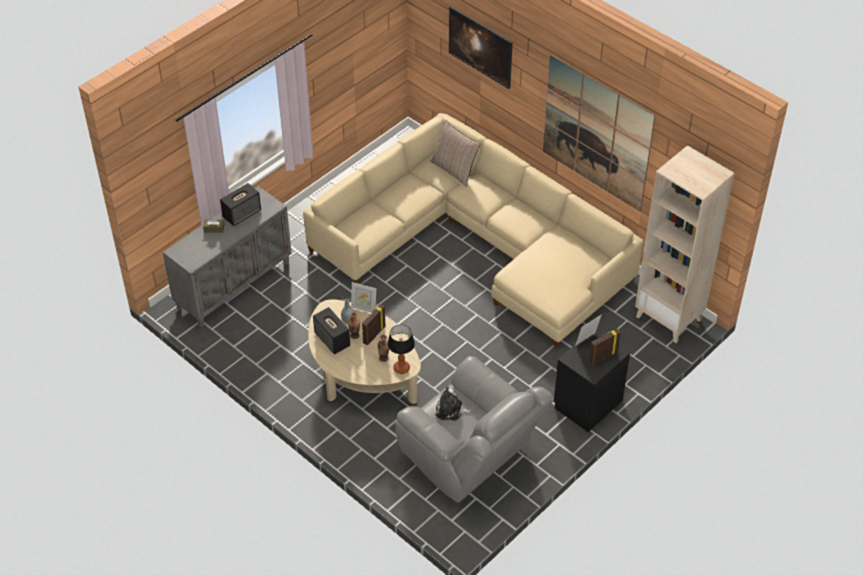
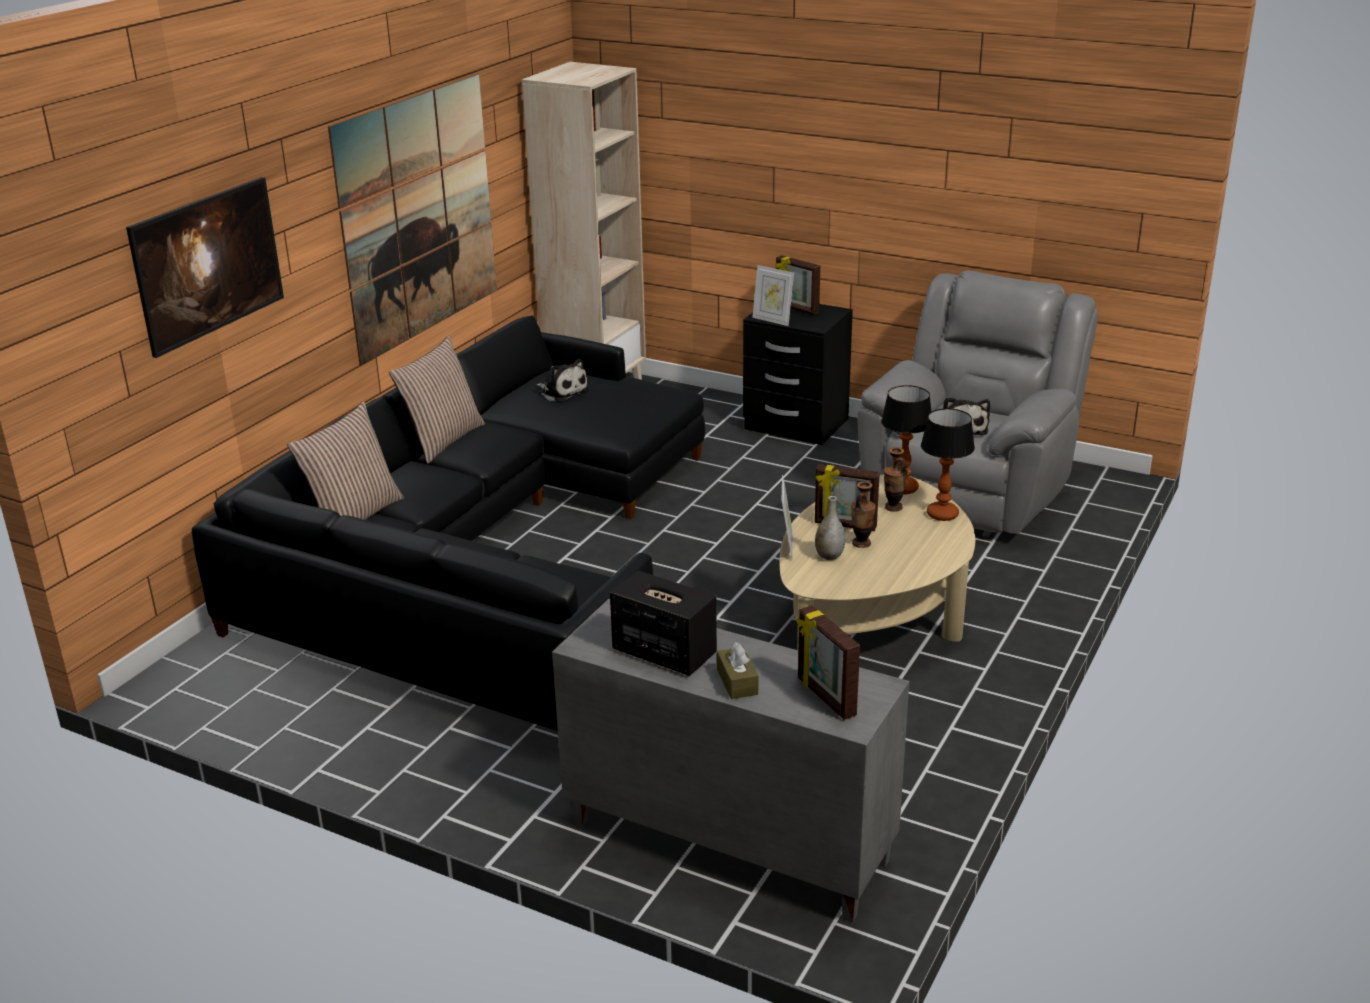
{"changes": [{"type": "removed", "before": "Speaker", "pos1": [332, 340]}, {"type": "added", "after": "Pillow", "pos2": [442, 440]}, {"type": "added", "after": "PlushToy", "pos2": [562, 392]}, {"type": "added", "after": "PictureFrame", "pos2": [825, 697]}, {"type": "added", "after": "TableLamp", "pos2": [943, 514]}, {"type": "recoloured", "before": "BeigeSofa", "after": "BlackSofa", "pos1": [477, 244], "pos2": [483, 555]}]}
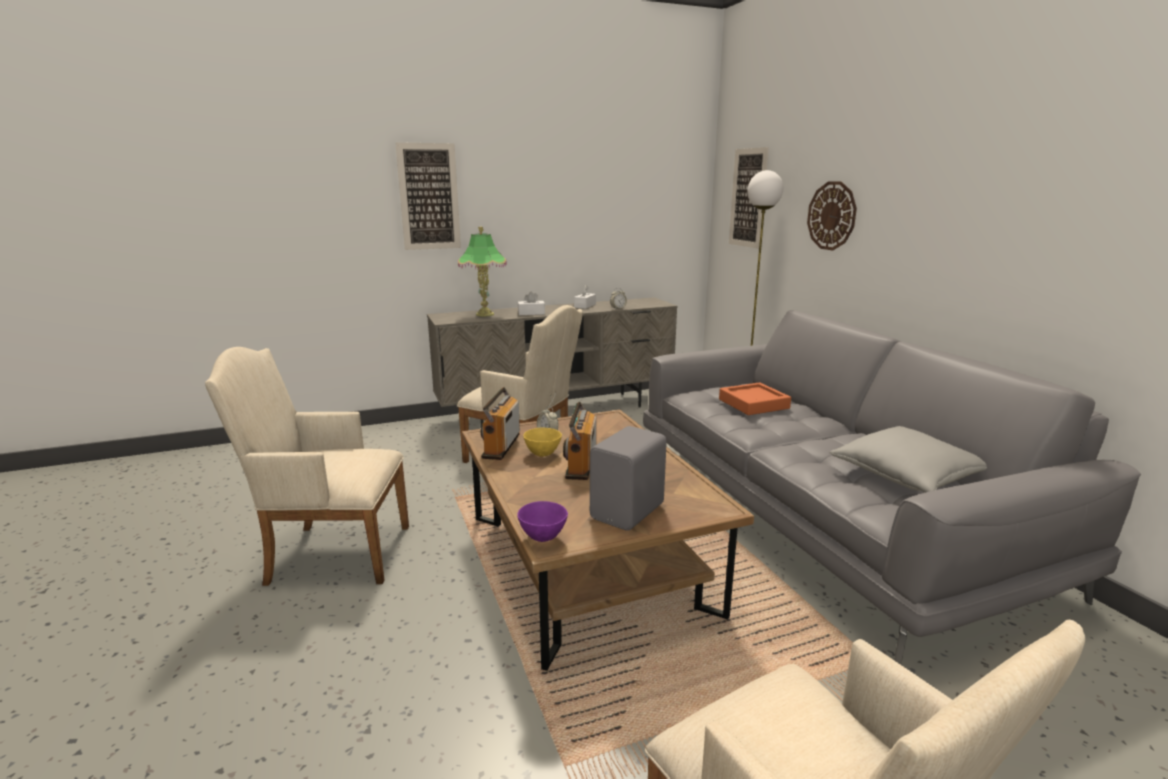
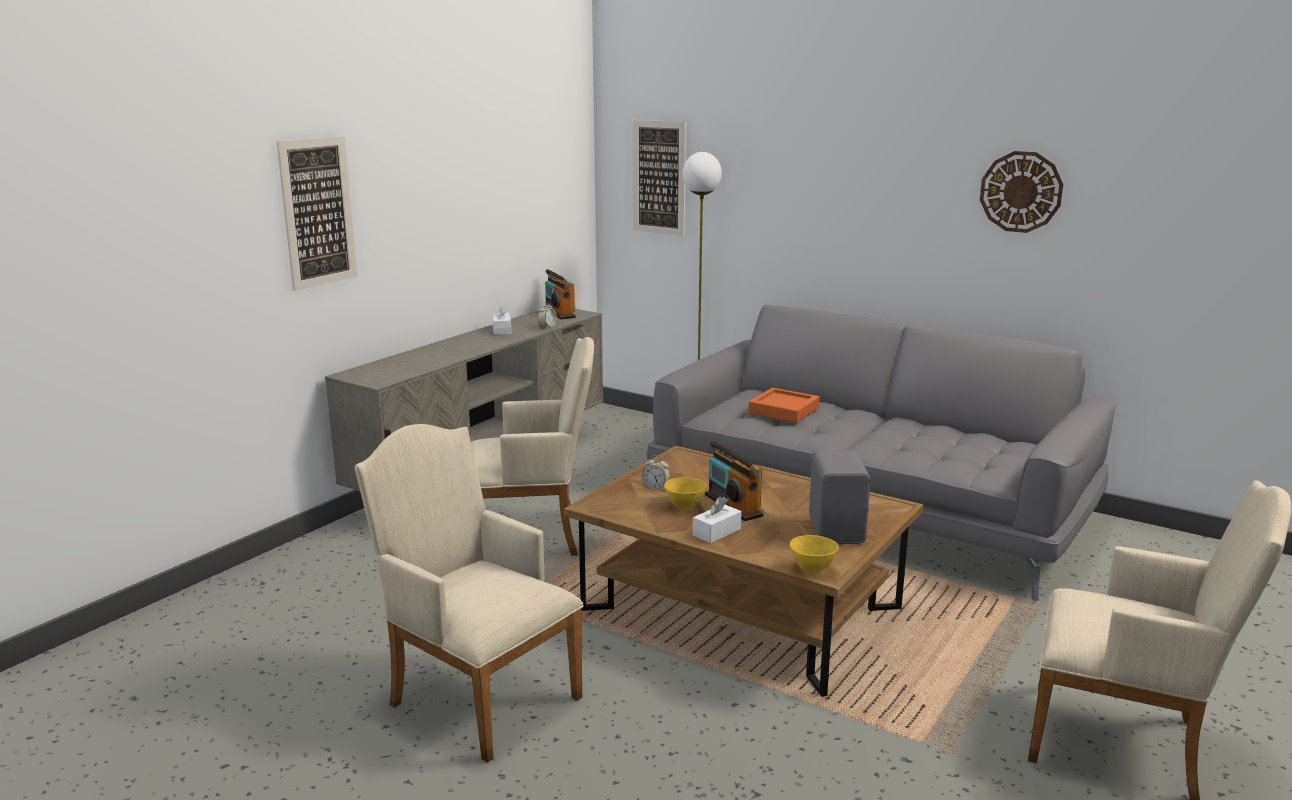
{"changes": [{"type": "removed", "before": "TableLamp", "pos1": [485, 314]}, {"type": "removed", "before": "GreyPillow", "pos1": [908, 476]}, {"type": "moved", "before": "Radio", "pos1": [501, 446], "pos2": [559, 313]}, {"type": "moved", "before": "WhiteTissueBox", "pos1": [531, 313], "pos2": [716, 532]}, {"type": "moved", "before": "WallClock", "pos1": [831, 216], "pos2": [1021, 192]}, {"type": "recoloured", "before": "PurpleBowl", "after": "YellowBowl", "pos1": [543, 537], "pos2": [812, 569]}, {"type": "turned", "before": "BeigeArmchair", "pos1": [331, 553], "pos2": [478, 696], "turn": 75}]}
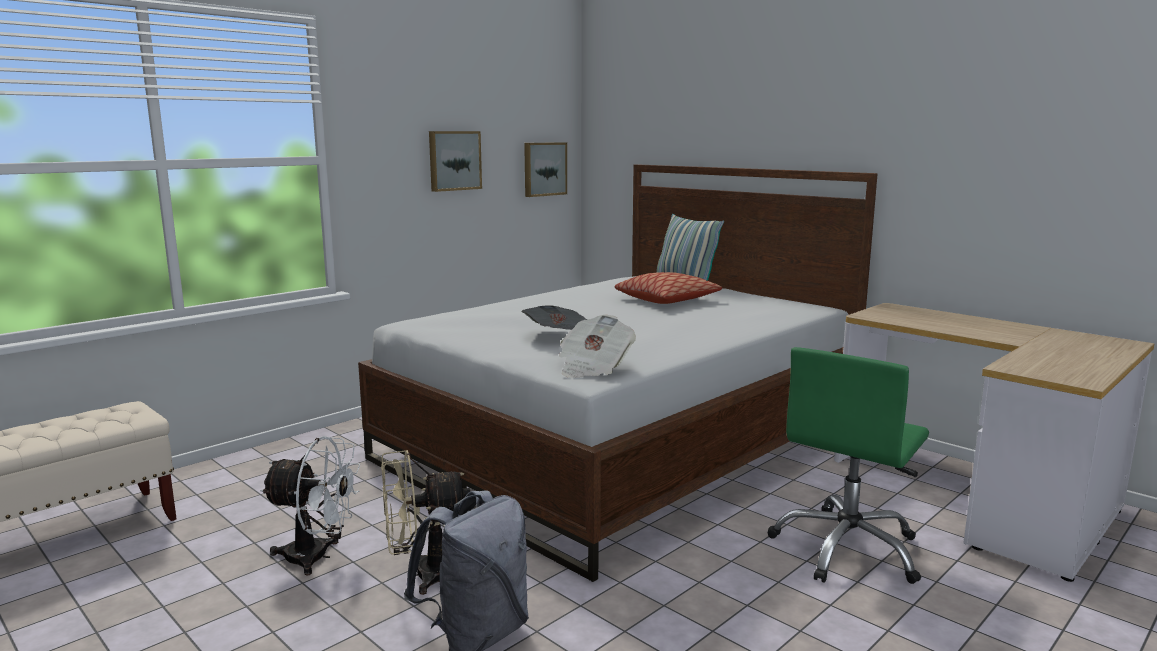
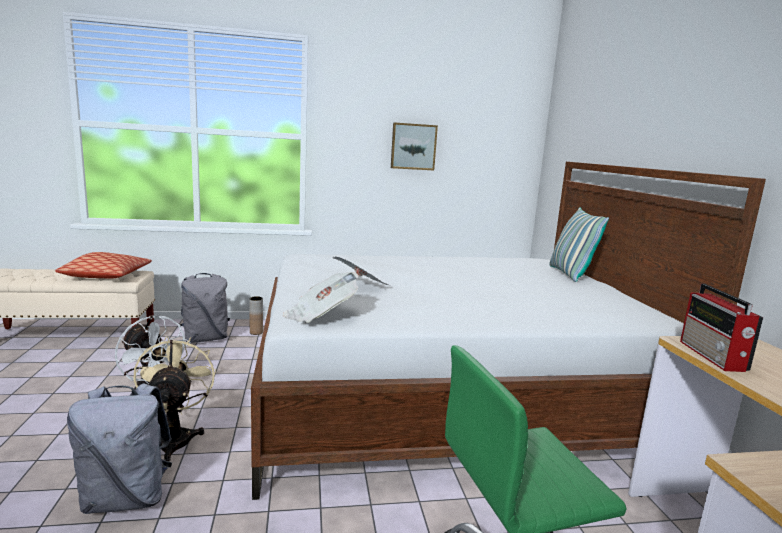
{"changes": [{"type": "removed", "before": "Picture", "pos1": [544, 169]}, {"type": "added", "after": "GreyBackpack", "pos2": [205, 339]}, {"type": "added", "after": "BrownVase", "pos2": [256, 332]}, {"type": "added", "after": "Radio", "pos2": [713, 356]}, {"type": "moved", "before": "Pillow", "pos1": [667, 300], "pos2": [107, 275]}, {"type": "turned", "before": "BeigeFan", "pos1": [424, 575], "pos2": [175, 437], "turn": 60}]}
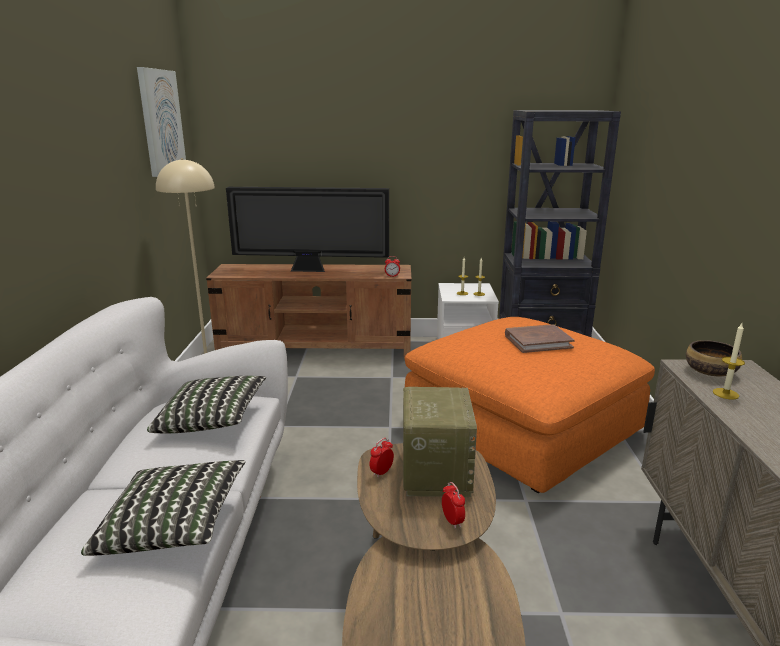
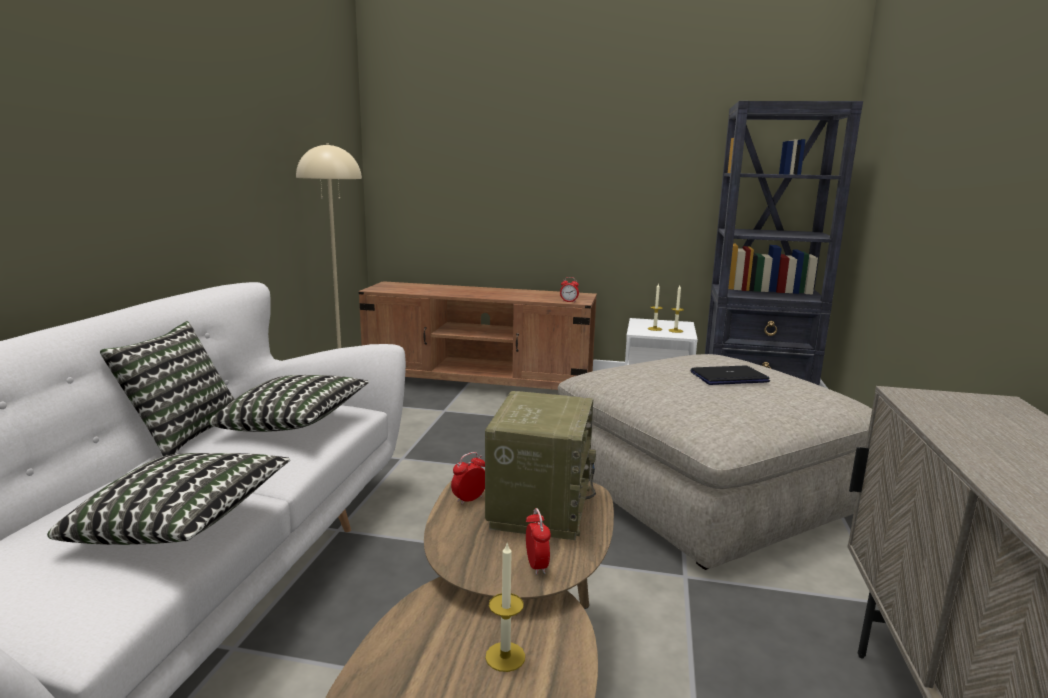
{"changes": [{"type": "removed", "before": "Picture", "pos1": [161, 122]}, {"type": "removed", "before": "Television", "pos1": [311, 270]}, {"type": "removed", "before": "Bowl", "pos1": [711, 371]}, {"type": "added", "after": "Pillow", "pos2": [182, 433]}, {"type": "moved", "before": "Candle", "pos1": [725, 393], "pos2": [505, 656]}, {"type": "replaced", "before": "BrownBook", "after": "Laptop", "pos1": [538, 341], "pos2": [729, 377]}, {"type": "recoloured", "before": "OrangeOttoman", "after": "BeigeOttoman", "pos1": [521, 426], "pos2": [704, 489]}]}
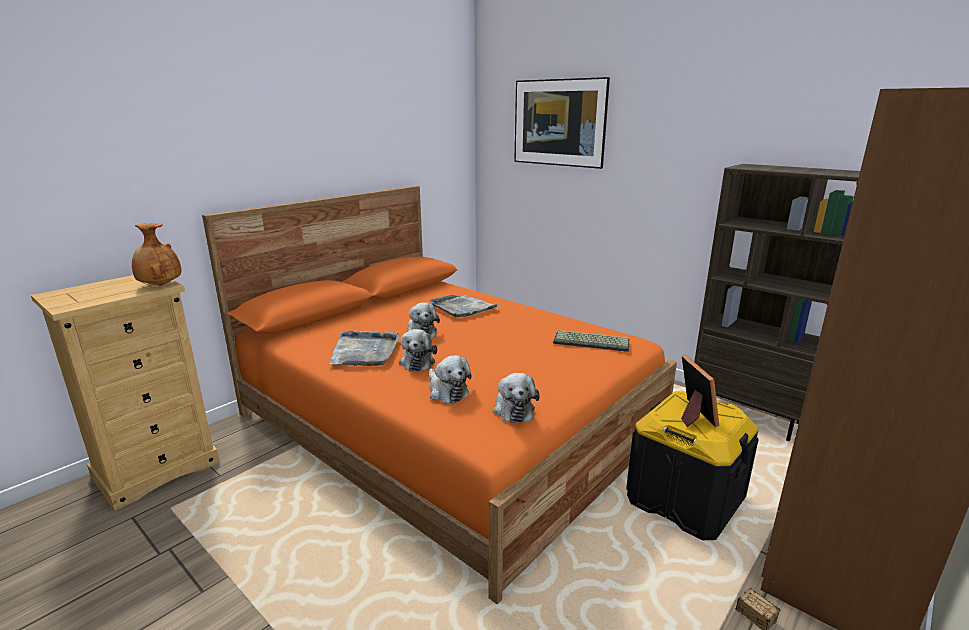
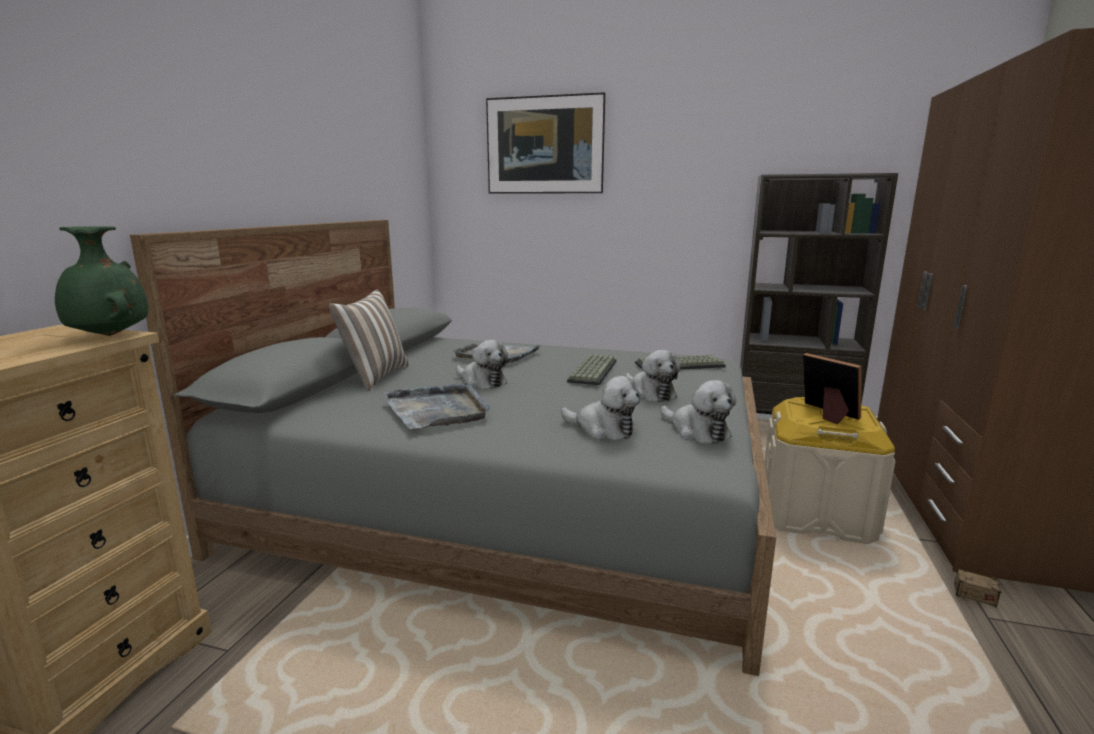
{"changes": [{"type": "added", "after": "Pillow", "pos2": [374, 377]}, {"type": "added", "after": "Keyboard", "pos2": [591, 370]}, {"type": "moved", "before": "PlushToy", "pos1": [417, 361], "pos2": [650, 393]}, {"type": "recoloured", "before": "BrownVase", "after": "GreenVase", "pos1": [159, 285], "pos2": [108, 335]}, {"type": "recoloured", "before": "OrangeBed", "after": "GreyBed", "pos1": [446, 423], "pos2": [510, 501]}, {"type": "recoloured", "before": "BlackStorageBox", "after": "BeigeStorageBox", "pos1": [684, 499], "pos2": [815, 513]}]}
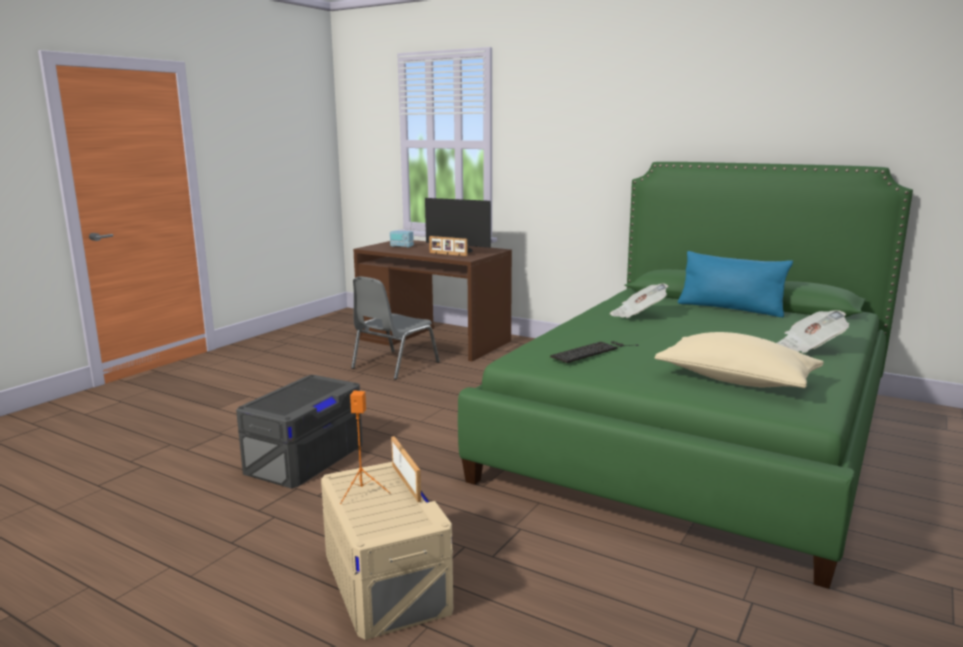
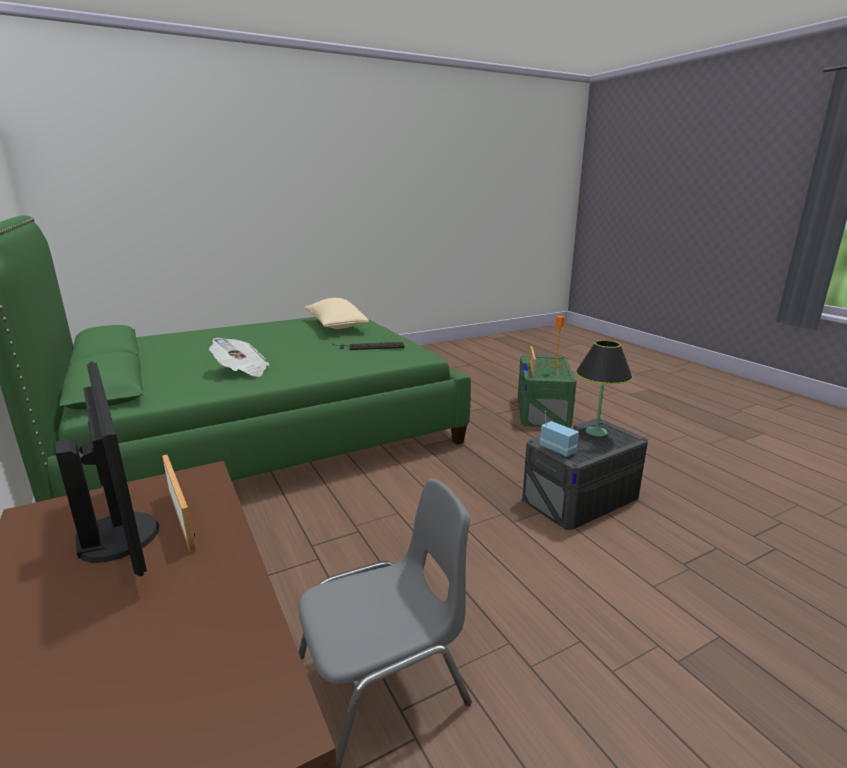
{"changes": [{"type": "removed", "before": "BluePillow", "pos1": [730, 309]}, {"type": "removed", "before": "Newspaper", "pos1": [808, 348]}, {"type": "added", "after": "BlackTableLamp", "pos2": [596, 432]}, {"type": "moved", "before": "Radio", "pos1": [401, 246], "pos2": [558, 450]}, {"type": "recoloured", "before": "BeigeStorageBox", "after": "GreenStorageBox", "pos1": [386, 581], "pos2": [543, 411]}]}
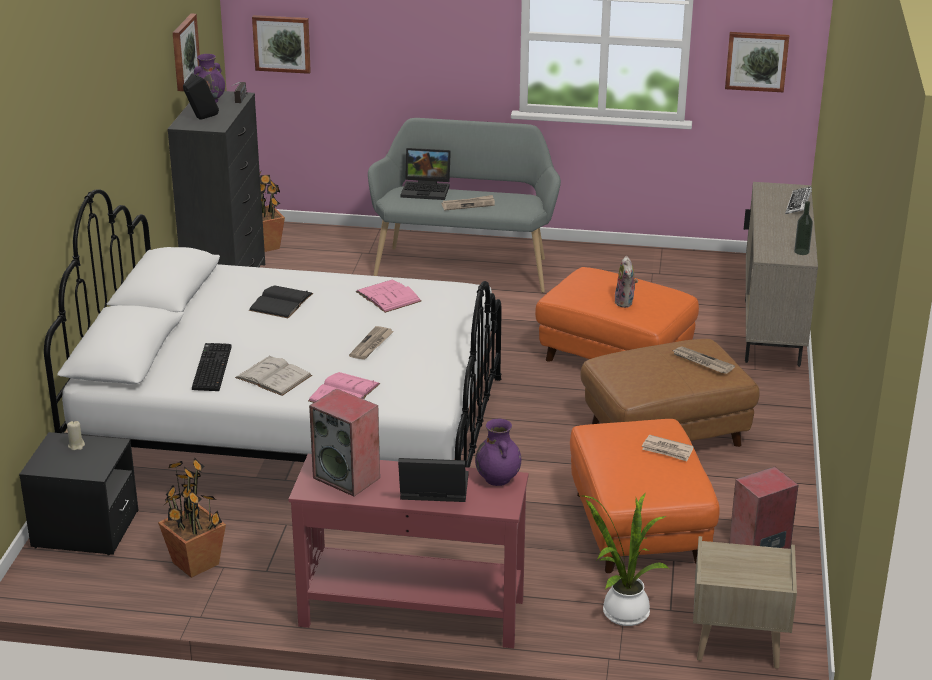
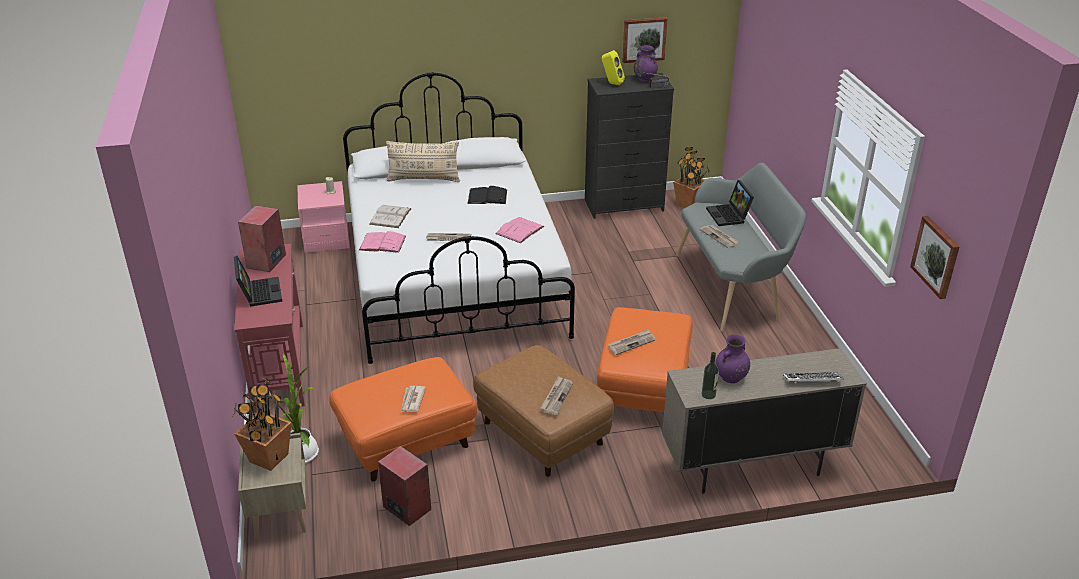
{"changes": [{"type": "removed", "before": "Keyboard", "pos1": [210, 368]}, {"type": "removed", "before": "Picture", "pos1": [282, 43]}, {"type": "added", "after": "BeigePillow", "pos2": [424, 179]}, {"type": "moved", "before": "PottedPlant", "pos1": [195, 564], "pos2": [268, 458]}, {"type": "moved", "before": "PurpleVase", "pos1": [498, 479], "pos2": [730, 378]}, {"type": "replaced", "before": "PlushToy", "after": "Newspaper", "pos1": [625, 302], "pos2": [631, 343]}, {"type": "recoloured", "before": "BlackNightstand", "after": "PinkNightstand", "pos1": [85, 529], "pos2": [326, 238]}, {"type": "recoloured", "before": "BlackSpeaker", "after": "YellowSpeaker", "pos1": [201, 119], "pos2": [611, 83]}]}
